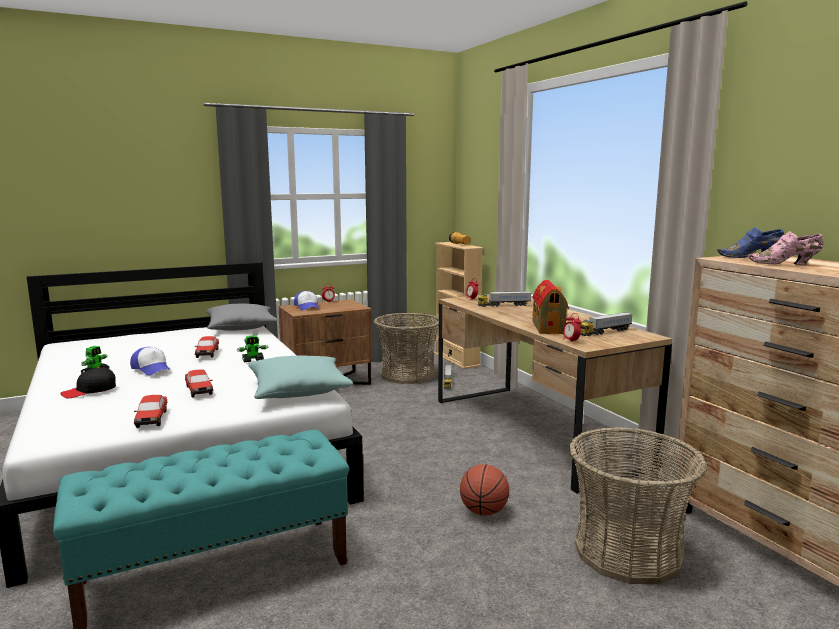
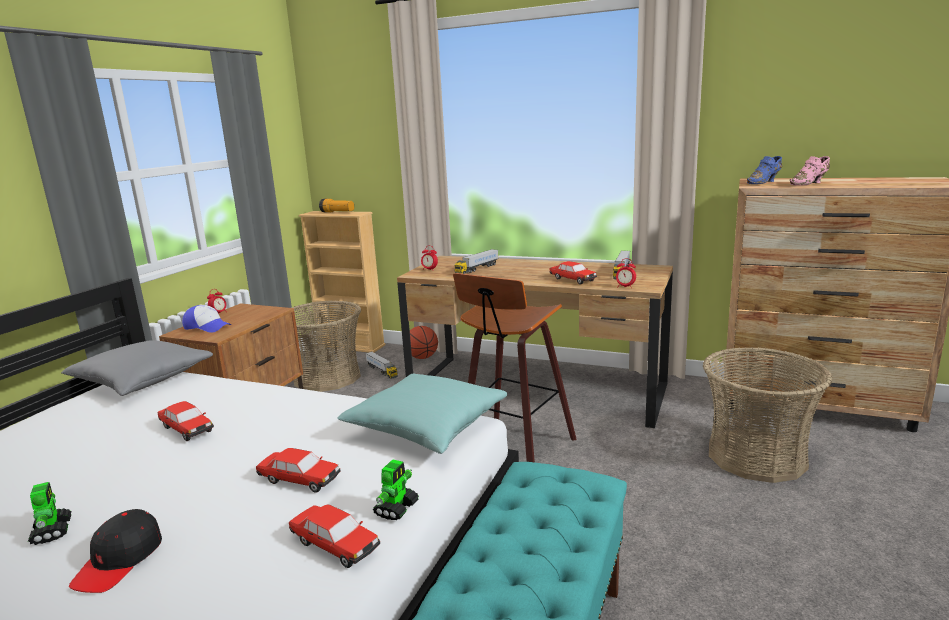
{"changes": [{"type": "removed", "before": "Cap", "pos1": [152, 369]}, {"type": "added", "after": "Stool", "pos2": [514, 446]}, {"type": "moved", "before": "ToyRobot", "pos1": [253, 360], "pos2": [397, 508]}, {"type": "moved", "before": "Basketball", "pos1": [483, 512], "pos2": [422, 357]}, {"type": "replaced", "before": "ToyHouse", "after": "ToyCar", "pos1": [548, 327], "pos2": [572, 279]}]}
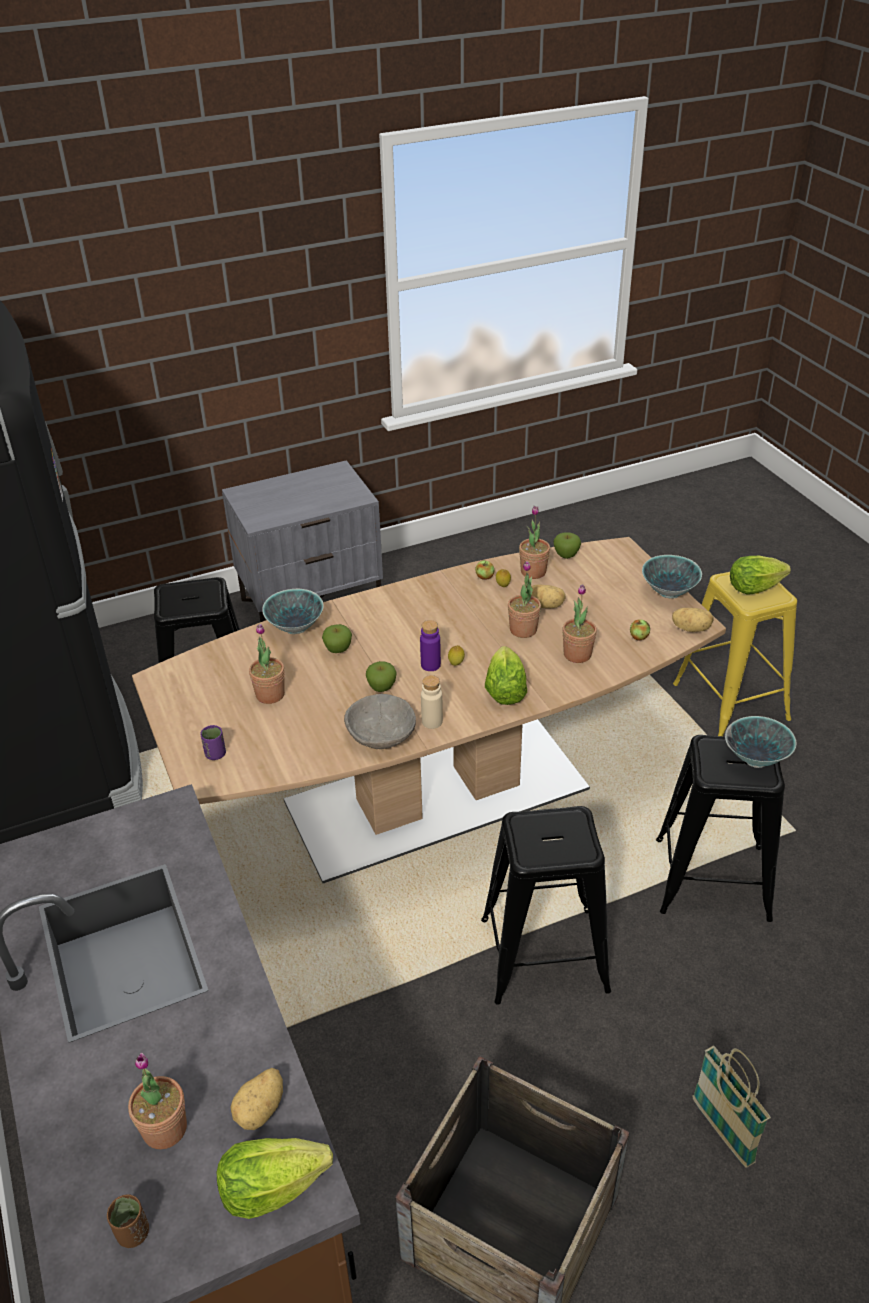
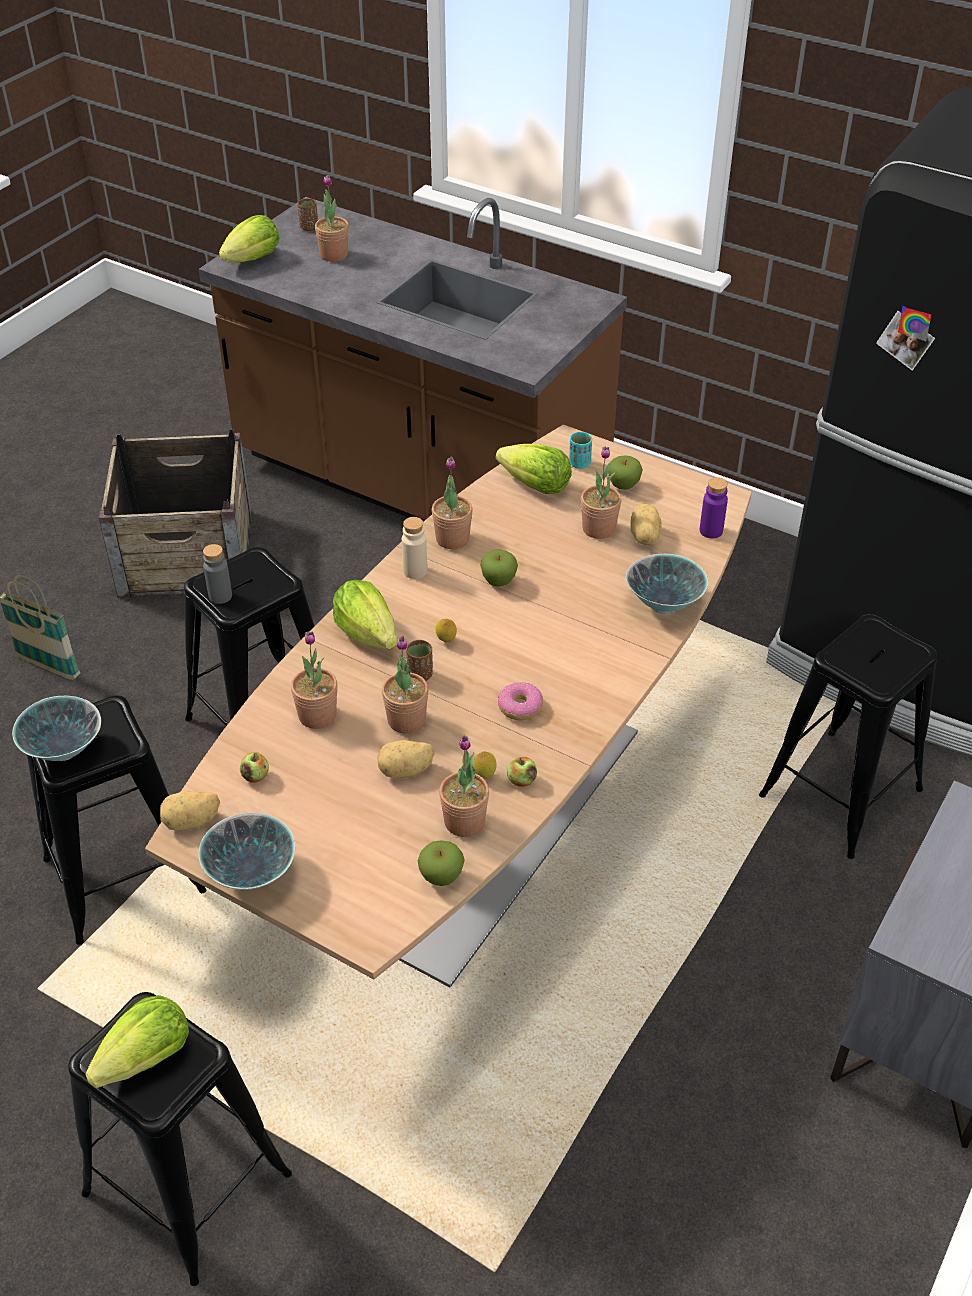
{"changes": [{"type": "added", "after": "GreyBottle", "pos2": [220, 596]}, {"type": "added", "after": "BrownCup", "pos2": [420, 675]}, {"type": "added", "after": "Lettuce", "pos2": [535, 486]}, {"type": "added", "after": "Donut", "pos2": [520, 707]}, {"type": "moved", "before": "Potato", "pos1": [261, 1110], "pos2": [643, 537]}, {"type": "moved", "before": "Apple", "pos1": [338, 650], "pos2": [623, 486]}, {"type": "moved", "before": "PurpleBottle", "pos1": [430, 665], "pos2": [711, 531]}, {"type": "replaced", "before": "GreyBowl", "after": "PottedPlant", "pos1": [381, 734], "pos2": [452, 539]}, {"type": "recoloured", "before": "PurpleCup", "after": "TurquoiseCup", "pos1": [215, 754], "pos2": [579, 463]}, {"type": "recoloured", "before": "YellowStool", "after": "BlackStool", "pos1": [730, 701], "pos2": [187, 1184]}]}
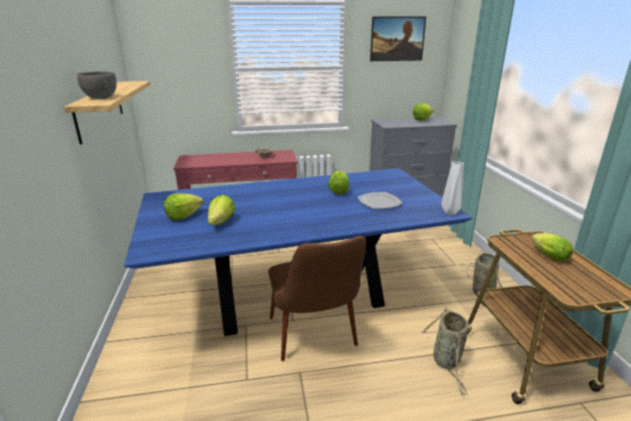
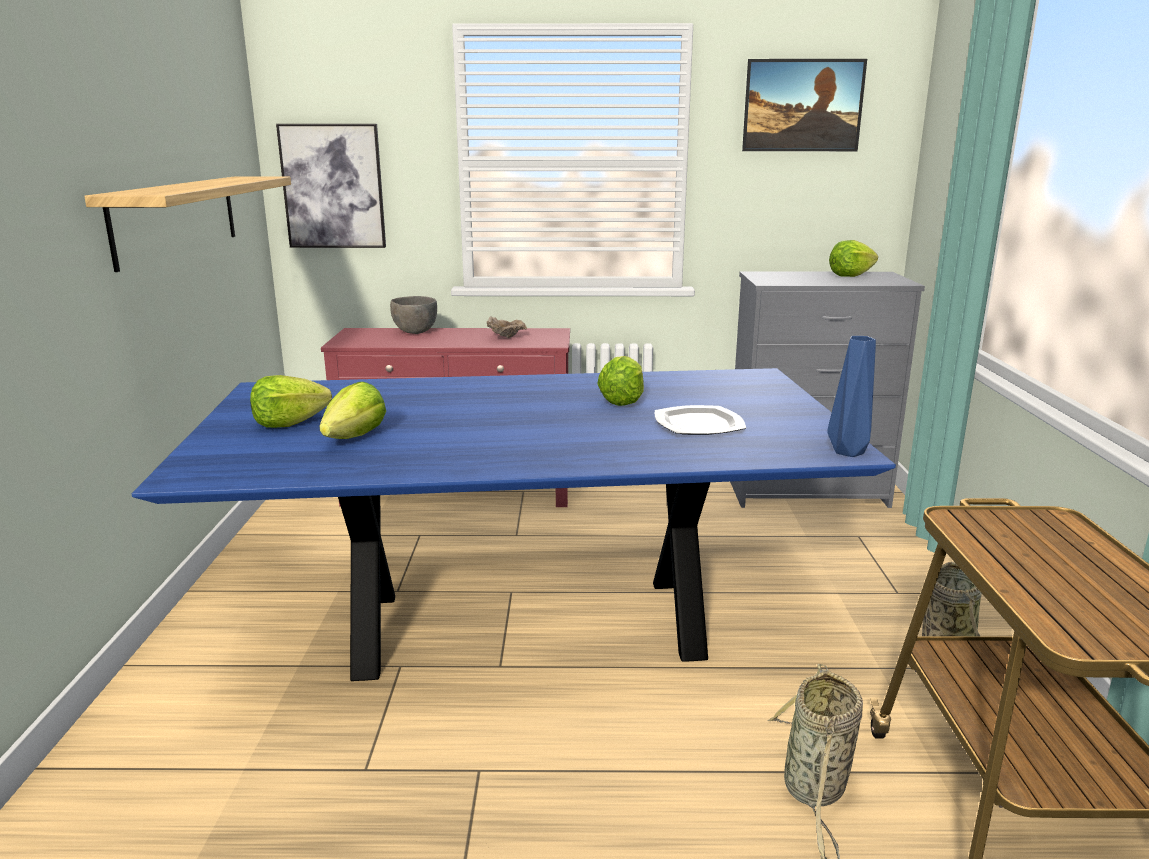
{"changes": [{"type": "removed", "before": "BrownChair", "pos1": [316, 342]}, {"type": "removed", "before": "Lettuce", "pos1": [547, 255]}, {"type": "added", "after": "Picture", "pos2": [333, 186]}, {"type": "moved", "before": "GreyBowl", "pos1": [101, 98], "pos2": [415, 331]}, {"type": "recoloured", "before": "WhiteVase", "after": "BlueVase", "pos1": [449, 212], "pos2": [846, 452]}]}
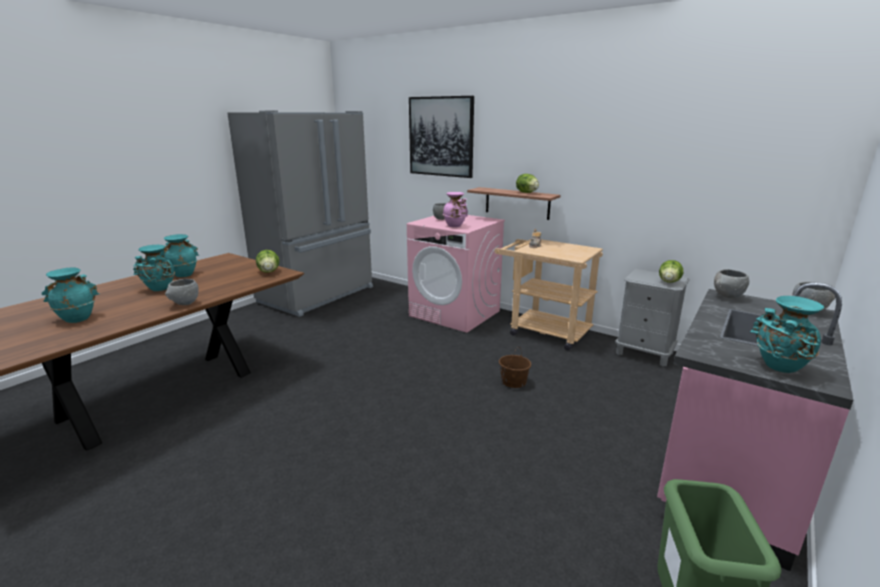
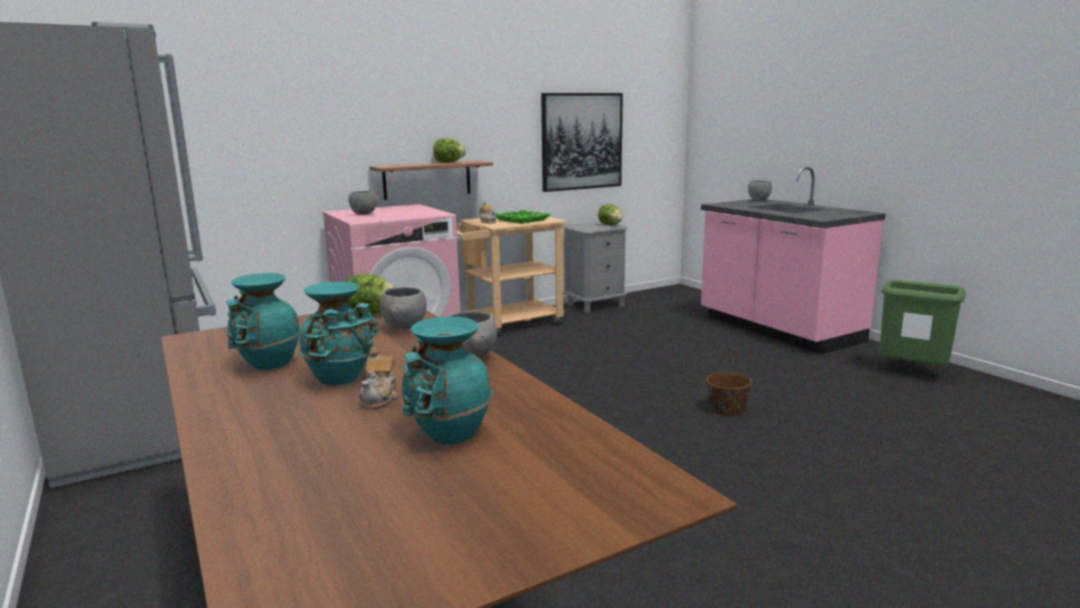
{"changes": [{"type": "removed", "before": "PinkVase", "pos1": [455, 226]}, {"type": "removed", "before": "TurquoiseVase", "pos1": [779, 367]}, {"type": "added", "after": "Teapot", "pos2": [380, 399]}, {"type": "added", "after": "GreenTray", "pos2": [522, 220]}, {"type": "moved", "before": "Picture", "pos1": [441, 136], "pos2": [581, 141]}, {"type": "moved", "before": "BrownBucket", "pos1": [513, 381], "pos2": [726, 409]}, {"type": "moved", "before": "GreyBowl", "pos1": [727, 297], "pos2": [404, 328]}]}
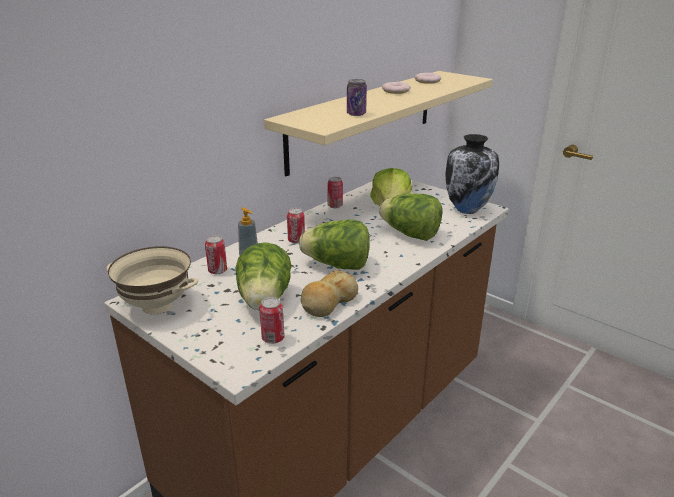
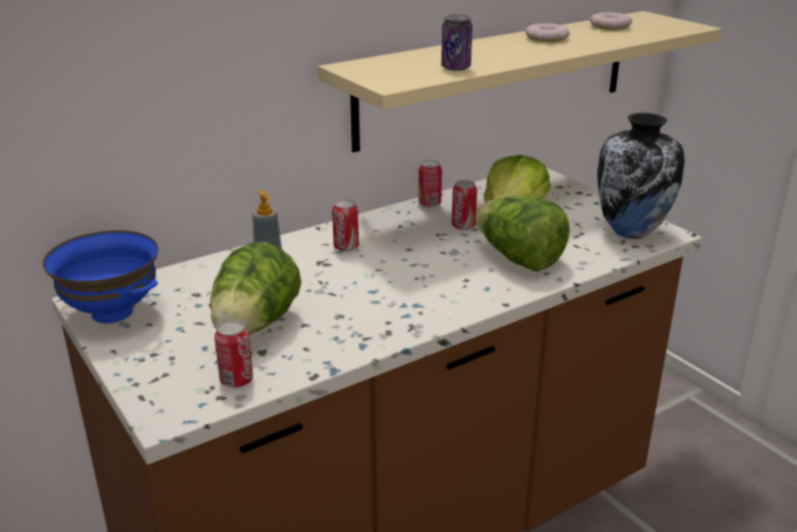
{"changes": [{"type": "removed", "before": "Lettuce", "pos1": [337, 265]}, {"type": "removed", "before": "Bread", "pos1": [328, 302]}, {"type": "moved", "before": "Can", "pos1": [217, 271], "pos2": [463, 226]}, {"type": "recoloured", "before": "BeigeBowl", "after": "BlueBowl", "pos1": [156, 306], "pos2": [111, 313]}]}
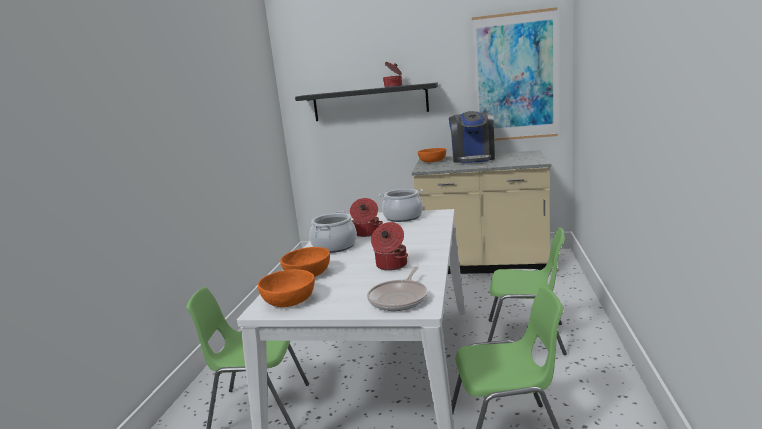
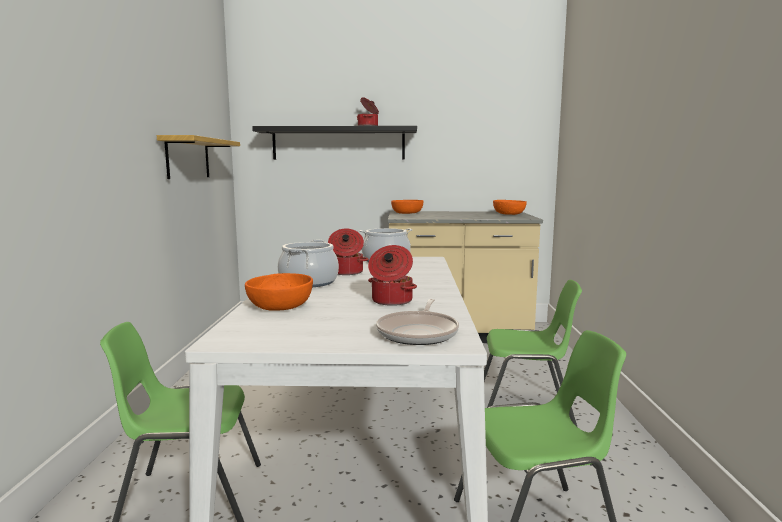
{"changes": [{"type": "removed", "before": "CoffeeMachine", "pos1": [473, 159]}, {"type": "removed", "before": "Picture", "pos1": [515, 77]}, {"type": "added", "after": "Shelf", "pos2": [188, 158]}, {"type": "moved", "before": "OrangeBowl", "pos1": [289, 300], "pos2": [509, 214]}]}
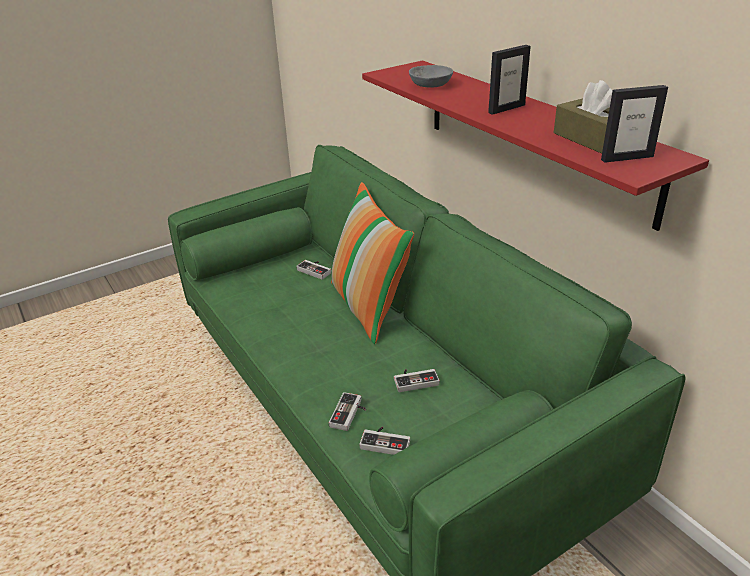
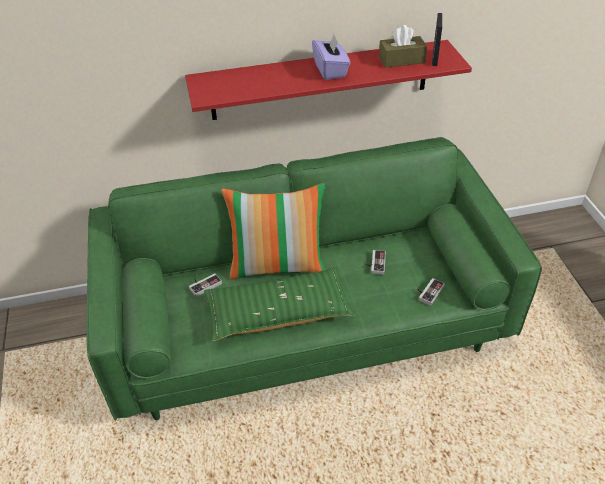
{"changes": [{"type": "removed", "before": "GameController", "pos1": [350, 414]}, {"type": "removed", "before": "GreyBowl", "pos1": [430, 85]}, {"type": "added", "after": "GreenPillow", "pos2": [278, 313]}, {"type": "replaced", "before": "PictureFrame", "after": "PurpleTissueBox", "pos1": [506, 109], "pos2": [330, 70]}]}
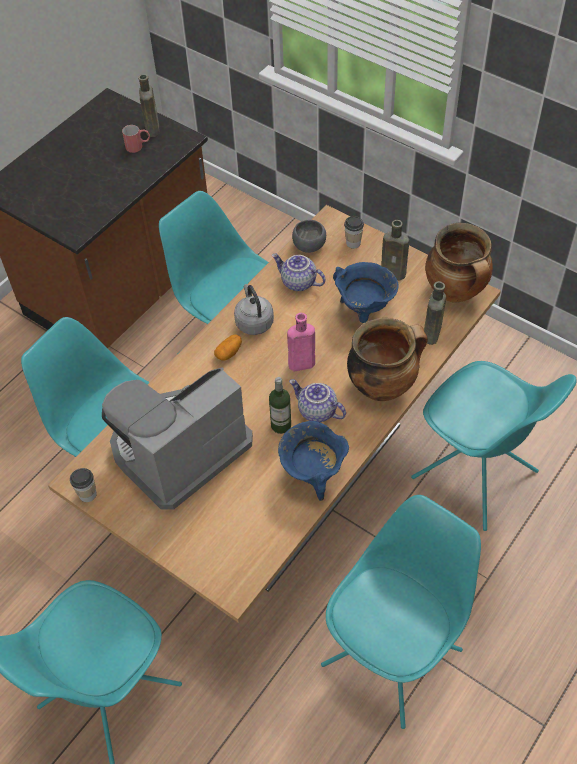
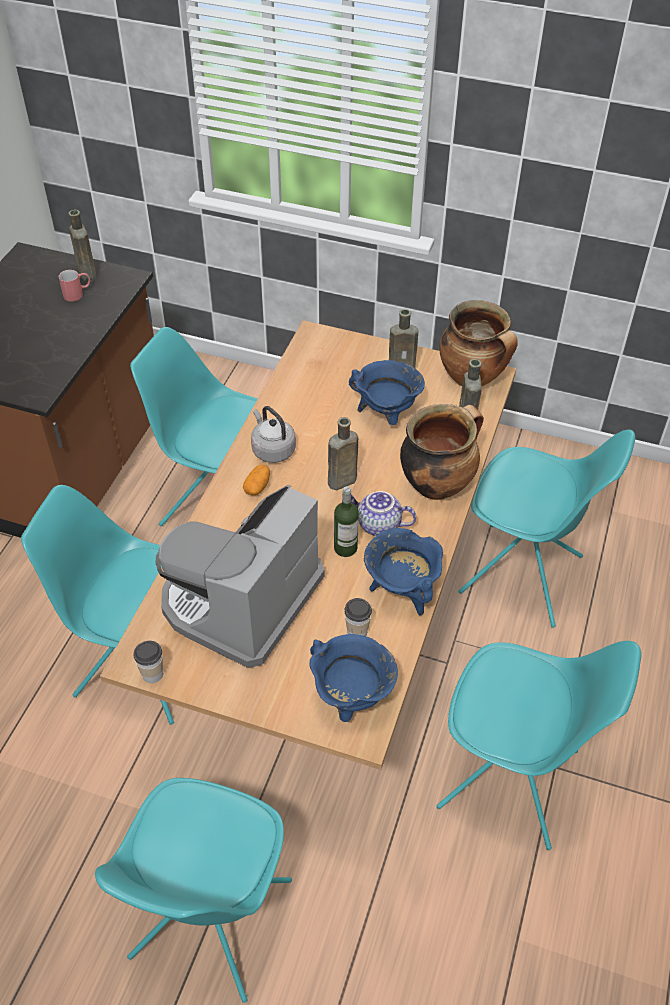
{"changes": [{"type": "removed", "before": "Teapot", "pos1": [298, 283]}, {"type": "removed", "before": "GreyBowl", "pos1": [310, 245]}, {"type": "added", "after": "BlueCookingPot", "pos2": [351, 699]}, {"type": "moved", "before": "Cup", "pos1": [353, 243], "pos2": [357, 631]}, {"type": "recoloured", "before": "PinkBottle", "after": "BrownBottle", "pos1": [299, 364], "pos2": [340, 482]}, {"type": "turned", "before": "TurquoiseChair", "pos1": [394, 655], "pos2": [511, 780], "turn": 90}]}
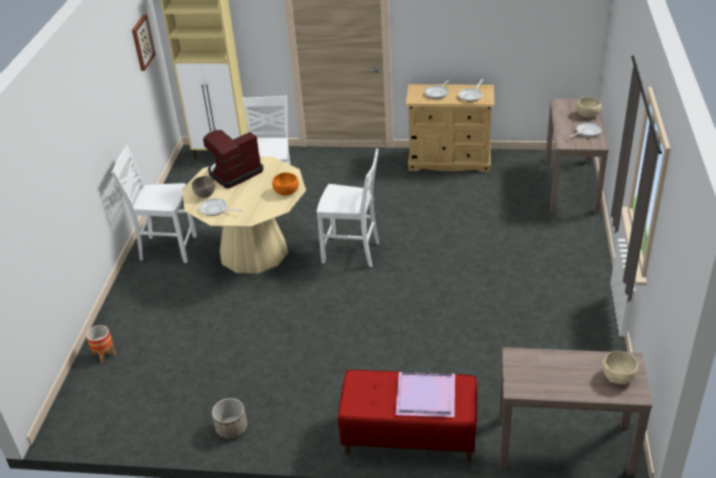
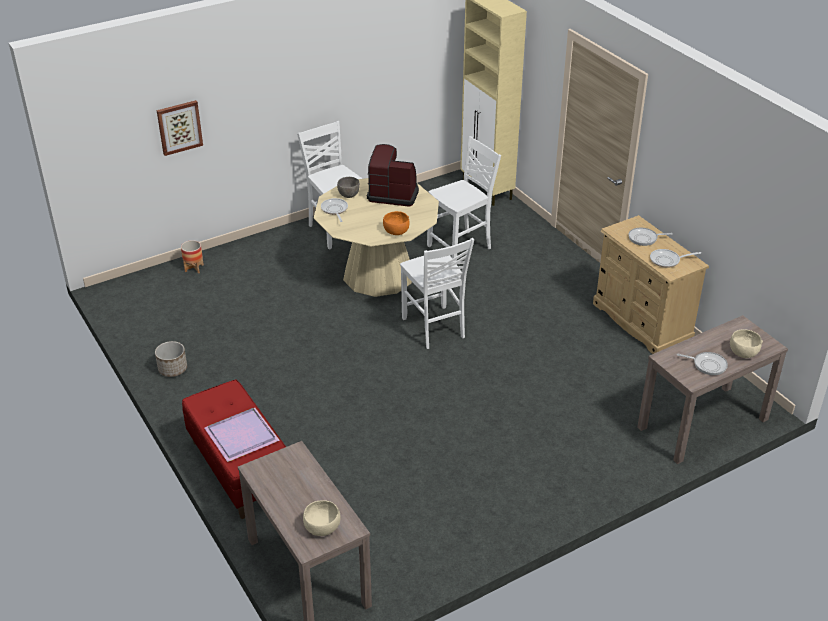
{"changes": [{"type": "moved", "before": "Picture", "pos1": [142, 42], "pos2": [179, 127]}]}
